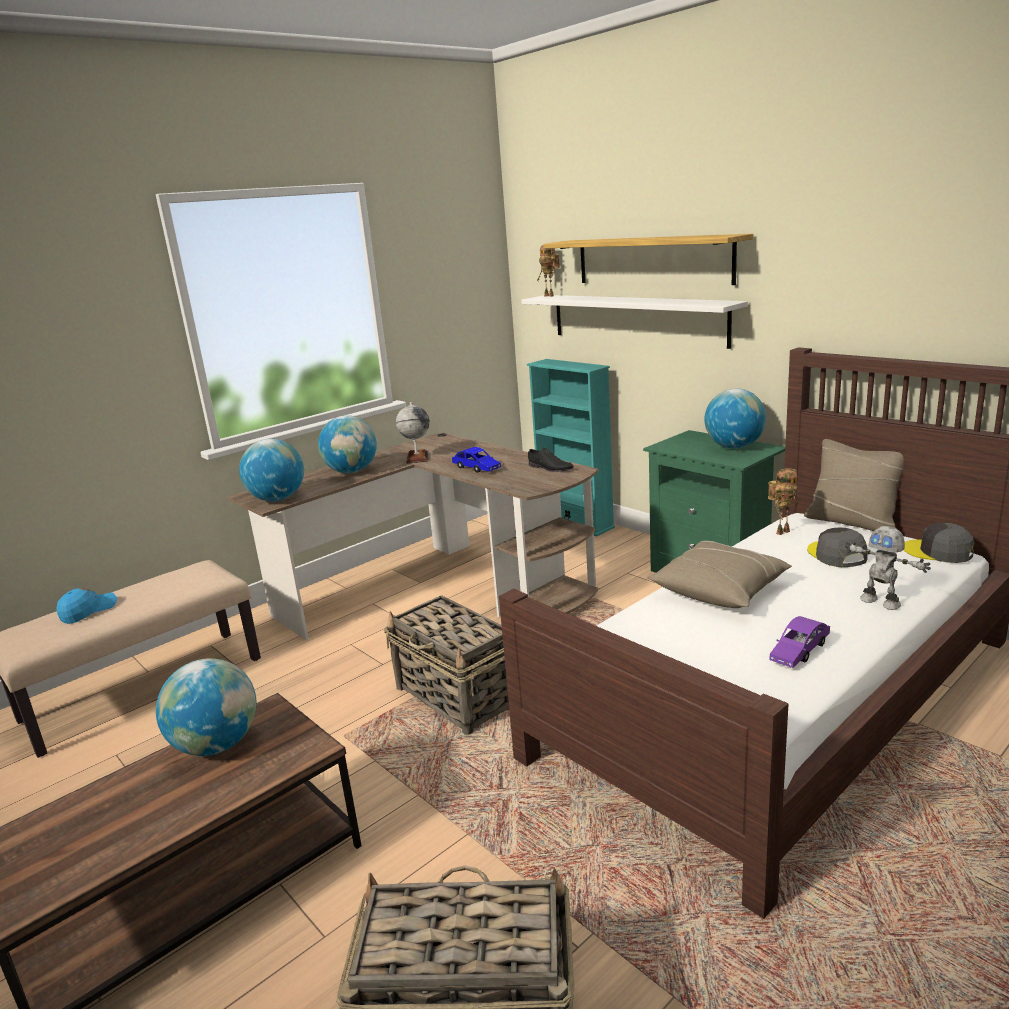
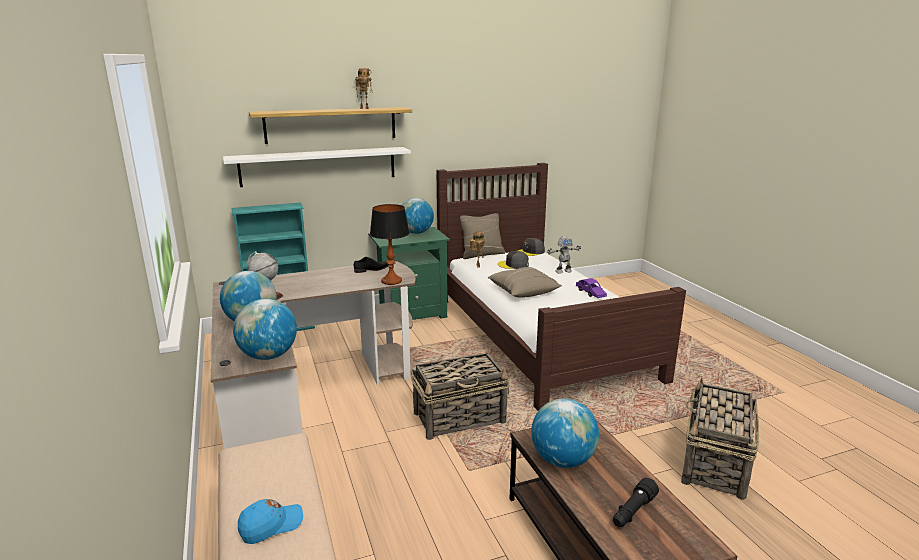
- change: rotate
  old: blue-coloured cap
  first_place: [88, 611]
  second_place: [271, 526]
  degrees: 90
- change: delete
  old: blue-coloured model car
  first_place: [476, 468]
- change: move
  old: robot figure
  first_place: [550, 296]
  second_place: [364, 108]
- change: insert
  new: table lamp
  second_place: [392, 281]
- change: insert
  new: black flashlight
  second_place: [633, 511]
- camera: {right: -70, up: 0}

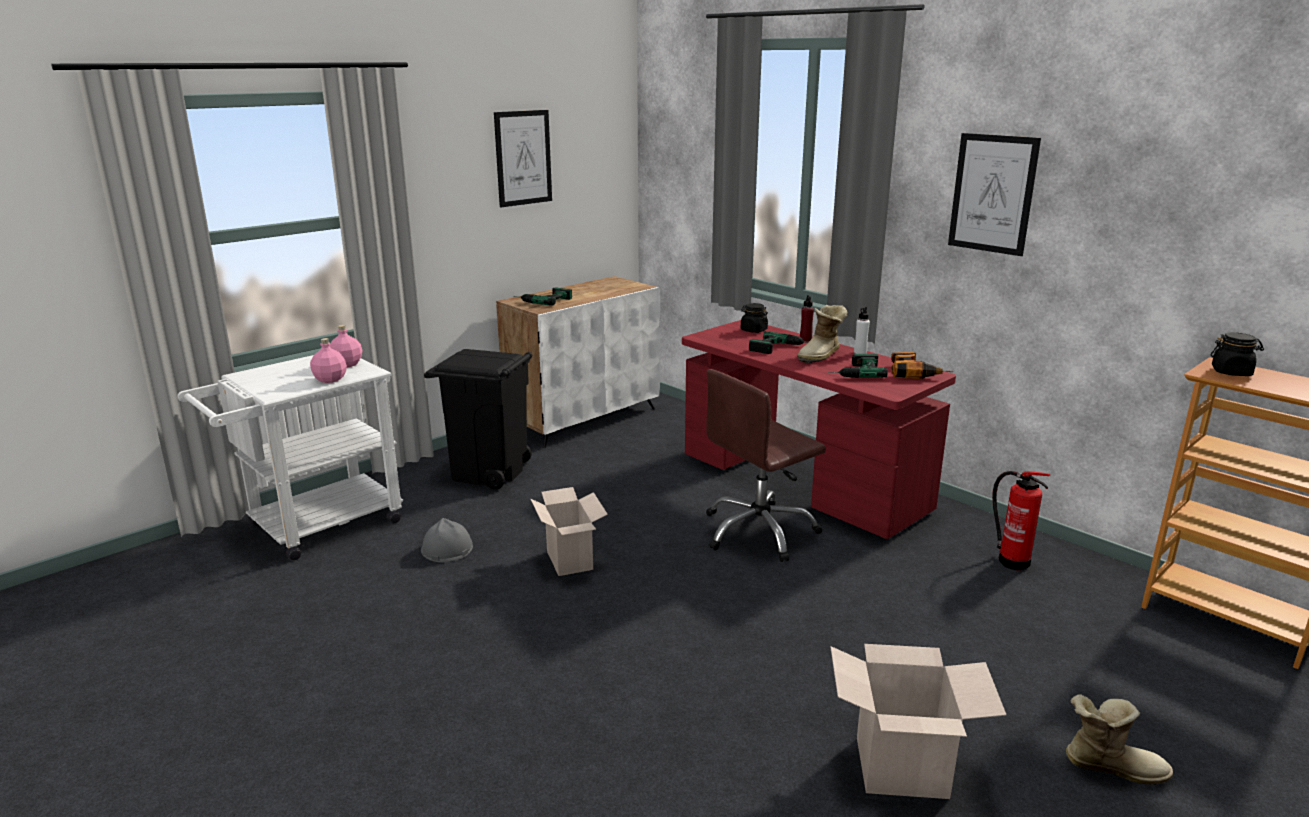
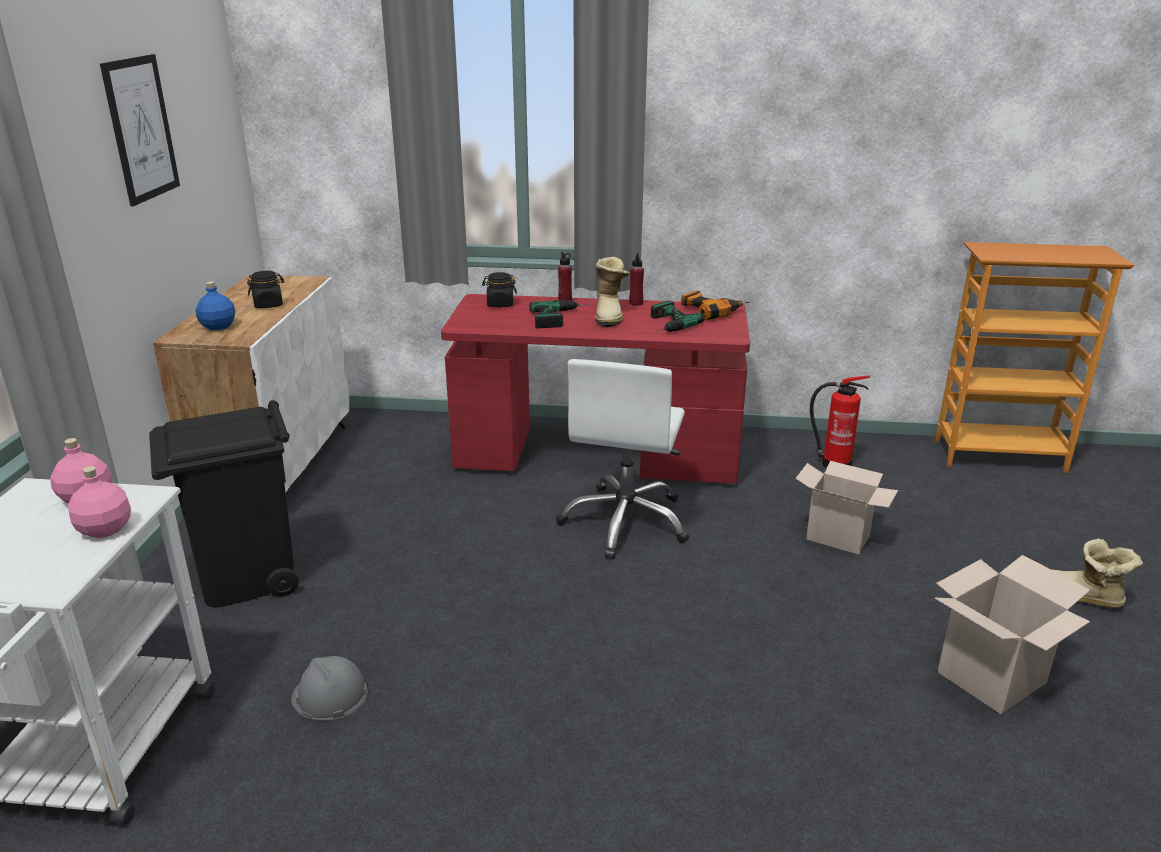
- change: replace
  old: power drill
  new: blue-coloured drink bottle
  first_place: [542, 300]
  second_place: [218, 326]
- change: move
  old: packing box
  first_place: [571, 561]
  second_place: [840, 537]
- change: recolor
  old: brownish office chair
  new: white-coloured office chair
  first_place: [759, 532]
  second_place: [626, 522]
- change: recolor
  old: white-coloured drink bottle
  new: red-coloured drink bottle
  first_place: [860, 353]
  second_place: [636, 303]
- change: delete
  old: wall picture
  first_place: [992, 194]
- change: rotate
  old: tall boot
  first_place: [1111, 765]
  second_place: [1081, 598]
  degrees: -120
- change: move
  old: black storage jar
  first_place: [1231, 372]
  second_place: [268, 305]
- camera: {right: -40, up: 5}

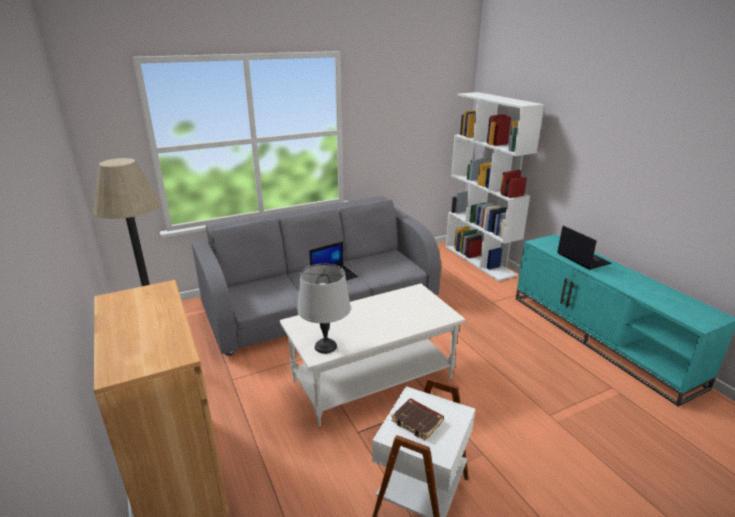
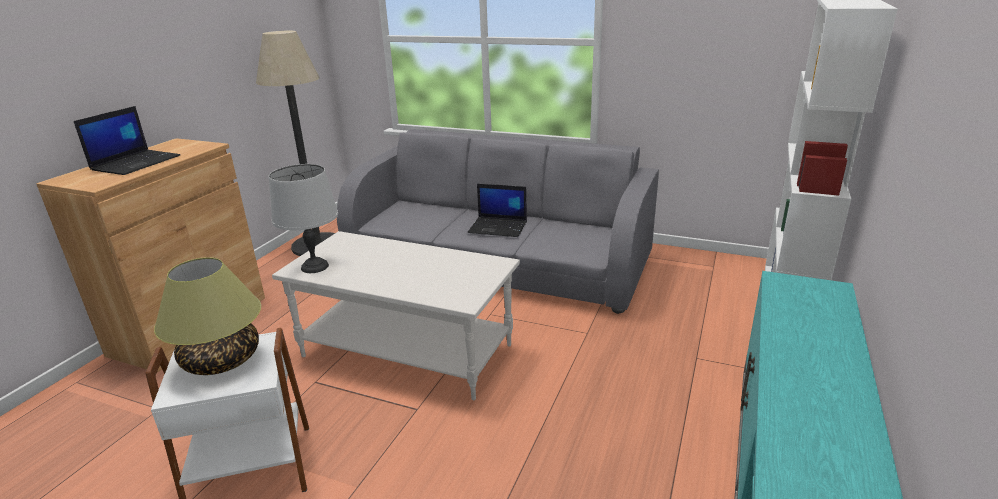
- change: replace
  old: brownish volume
  new: table lamp
  first_place: [418, 421]
  second_place: [222, 360]
- change: move
  old: portable computer
  first_place: [582, 258]
  second_place: [136, 163]
- camera: {right: 50, up: 0}

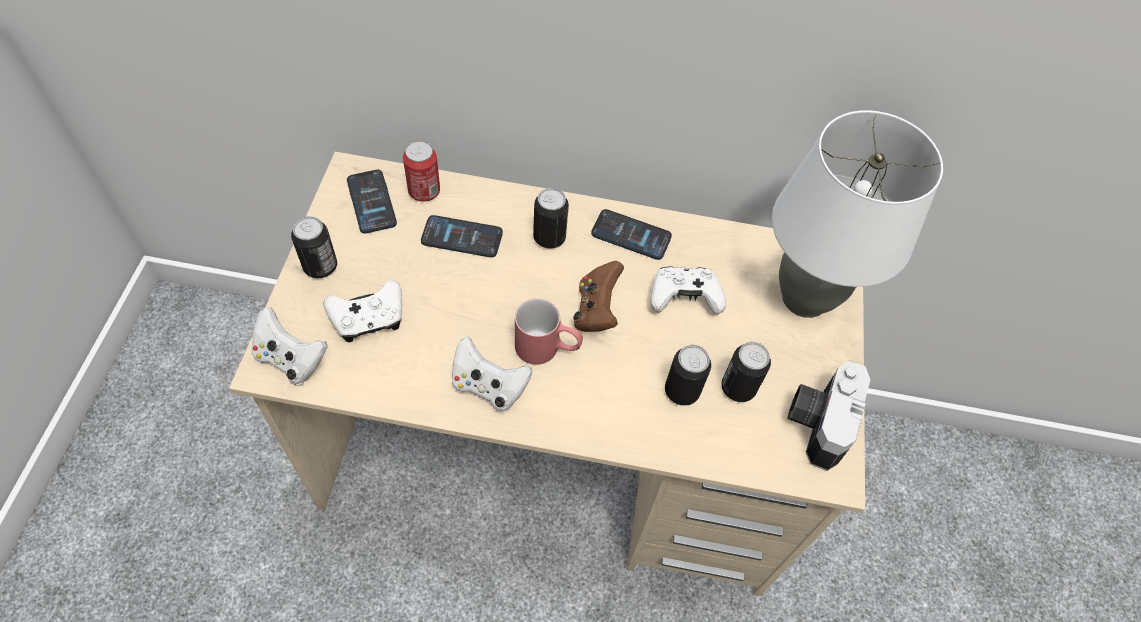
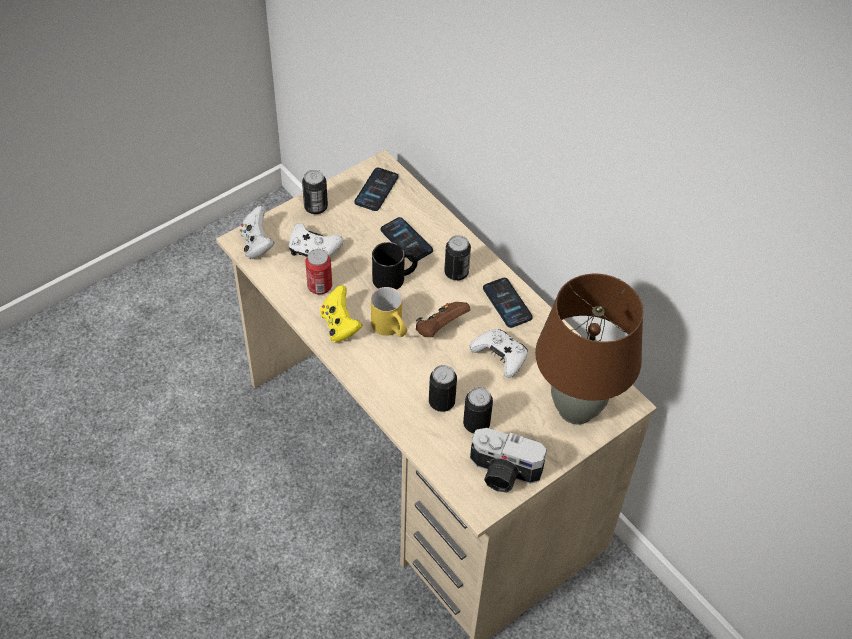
- change: move
  old: can
  first_place: [424, 191]
  second_place: [319, 286]
- change: recolor
  old: white-coloured gamepad
  new: yellow-coloured gamepad
  first_place: [488, 386]
  second_place: [340, 325]
- change: recolor
  old: red-coloured mug
  new: yellow-coloured mug
  first_place: [547, 349]
  second_place: [391, 329]
- change: recolor
  old: white-coloured table lamp
  new: brownish table lamp
  first_place: [805, 298]
  second_place: [576, 409]
- change: rotate
  old: still camera
  first_place: [816, 421]
  second_place: [503, 473]
  degrees: -135
- change: insert
  new: black mug
  second_place: [395, 277]
- camera: {right: 45, up: -5}

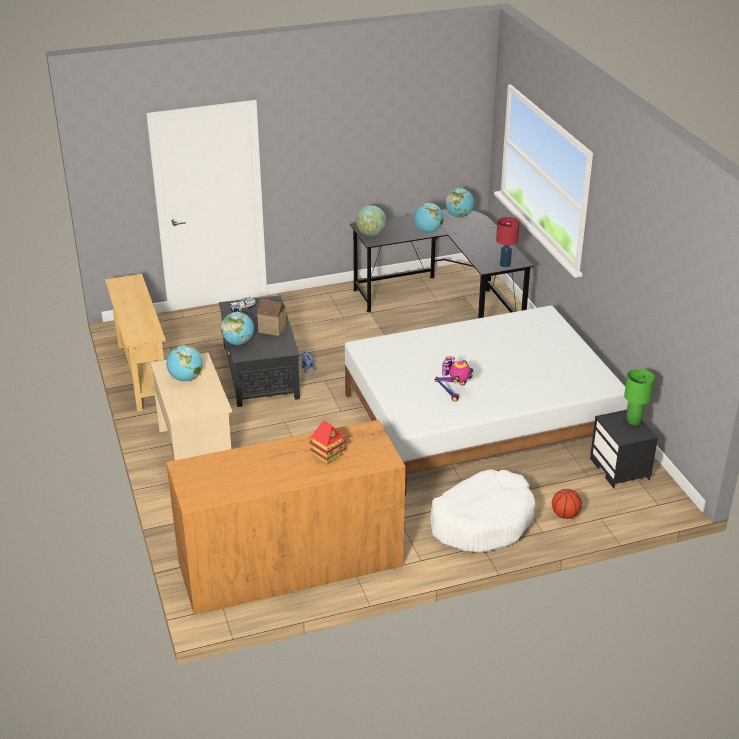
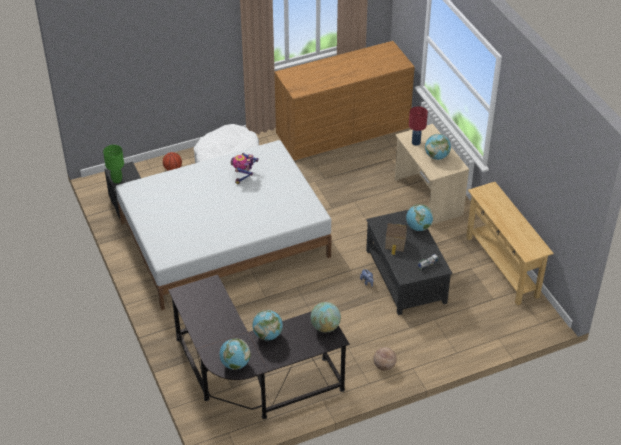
- change: delete
  old: model house
  first_place: [328, 455]
- change: move
  old: red-coloured table lamp
  first_place: [505, 265]
  second_place: [416, 142]
- change: insert
  new: basketball
  second_place: [384, 366]
- camera: {right: 175, up: 10}

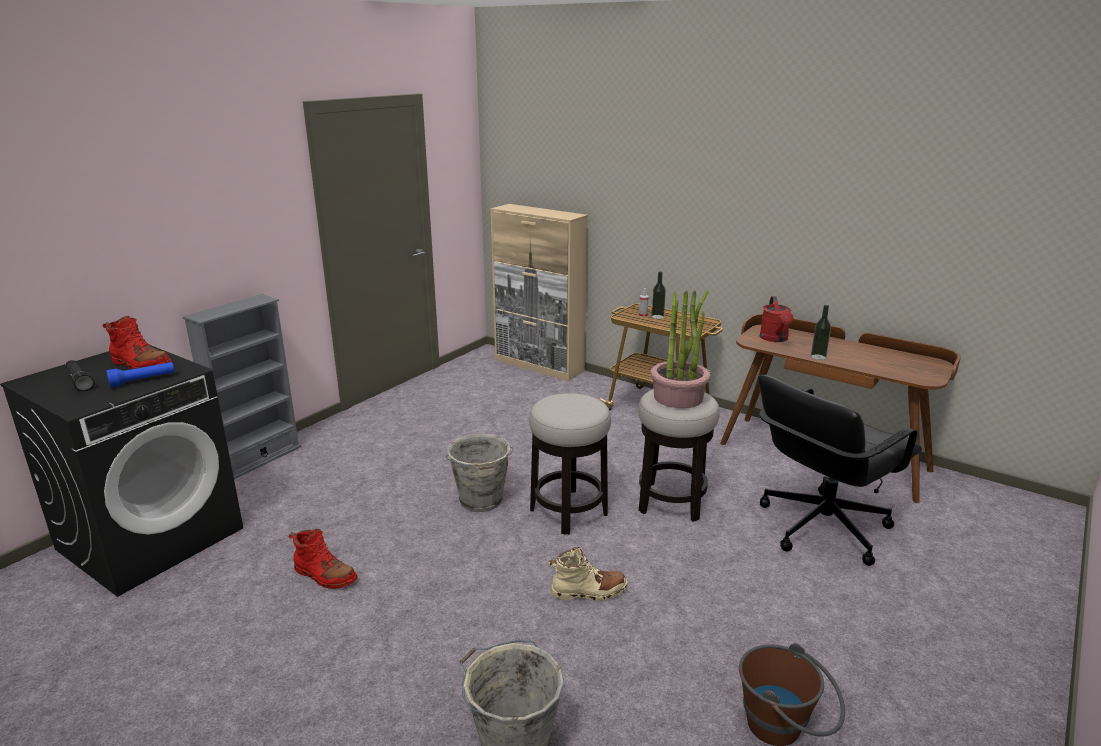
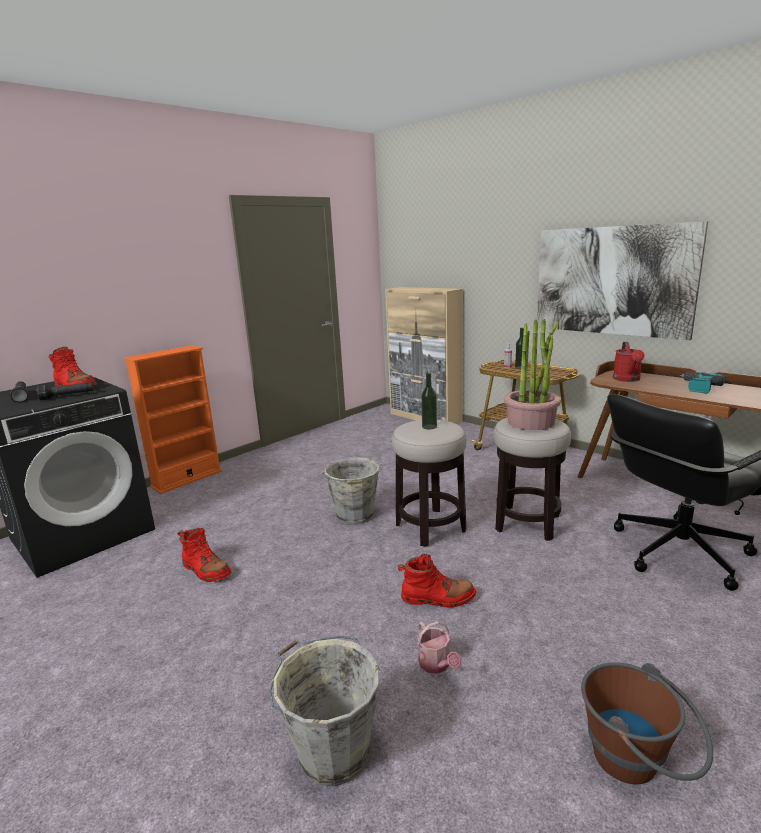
- change: recolor
  old: blue-coloured flashlight
  new: black flashlight
  first_place: [143, 381]
  second_place: [68, 396]
- change: recolor
  old: gray bookcase
  new: orange bookcase
  first_place: [259, 459]
  second_place: [187, 479]
- change: recolor
  old: beige tall boot
  new: red-coloured tall boot
  first_place: [589, 592]
  second_place: [438, 598]
- change: move
  old: drink bottle
  first_place: [818, 357]
  second_place: [429, 427]
- change: insert
  new: watering pot
  second_place: [436, 665]
- change: insert
  new: wall picture
  second_place: [612, 281]
- change: insert
  new: power drill
  second_place: [698, 387]
- camera: {right: 10, up: -5}

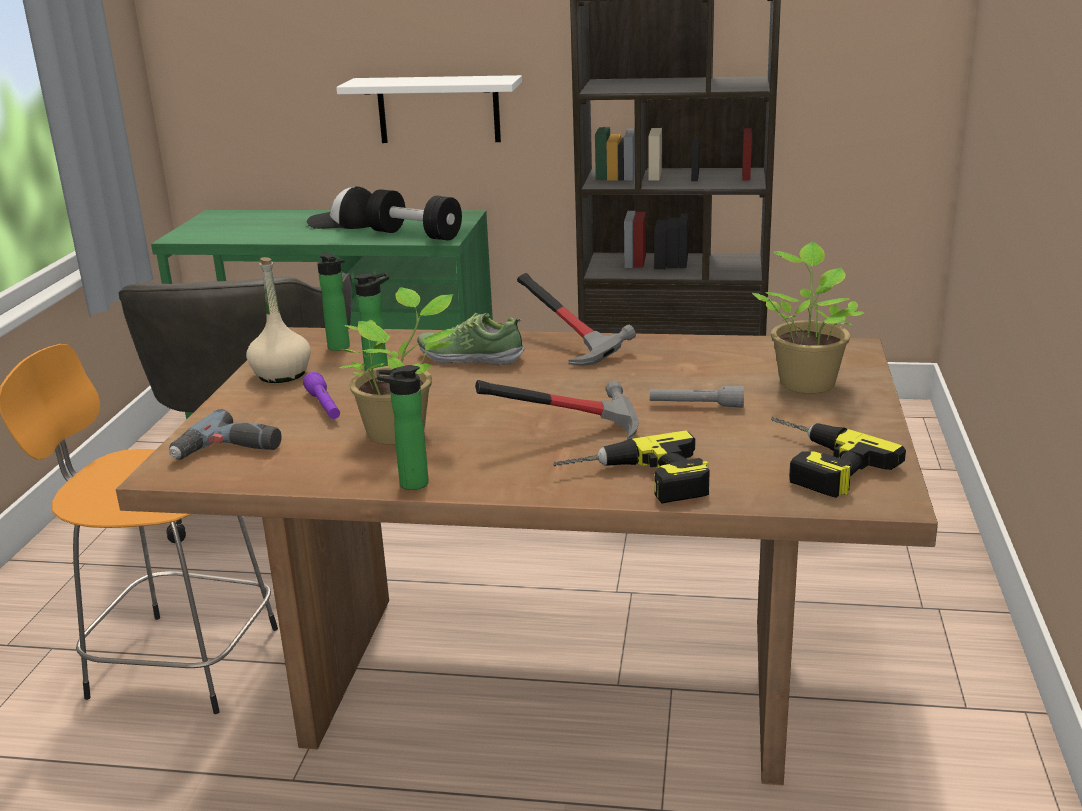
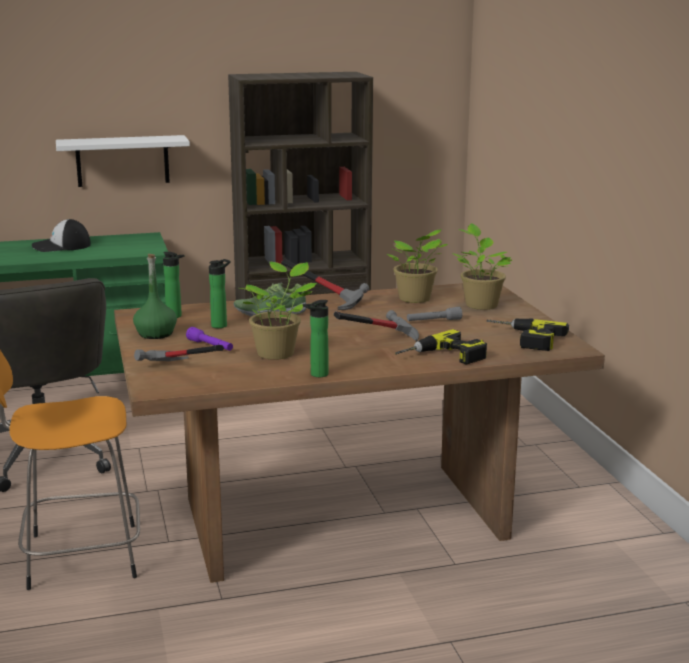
- change: replace
  old: power drill
  new: hammer
  first_place: [228, 451]
  second_place: [180, 374]
- change: recolor
  old: beige drink bottle
  new: greenish drink bottle
  first_place: [282, 374]
  second_place: [156, 334]
- change: delete
  old: black free weight
  first_place: [415, 235]
- change: insert
  new: houseplant
  second_place: [415, 299]
- camera: {right: -25, up: -5}

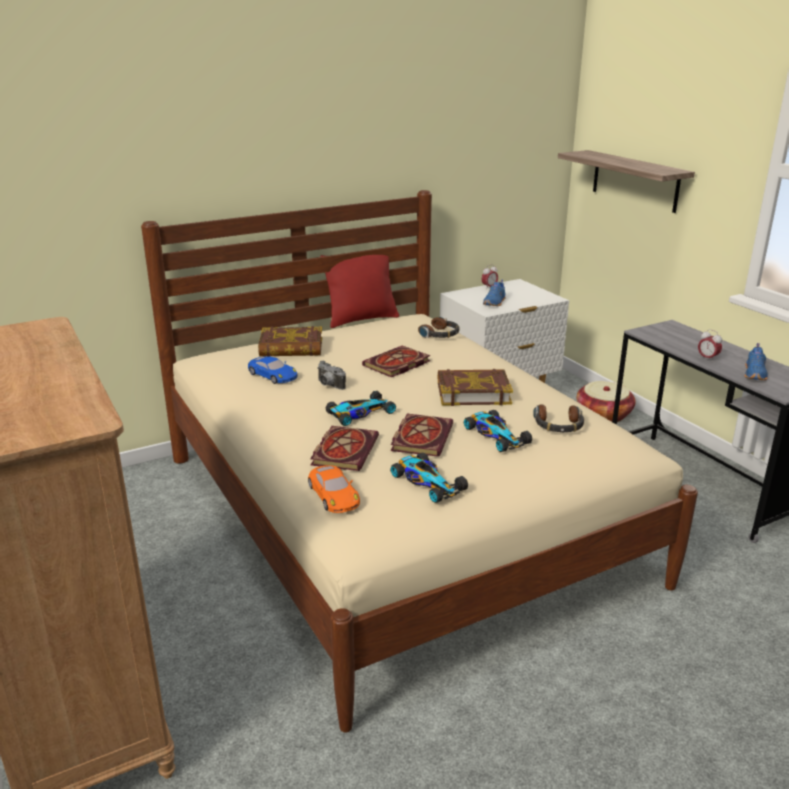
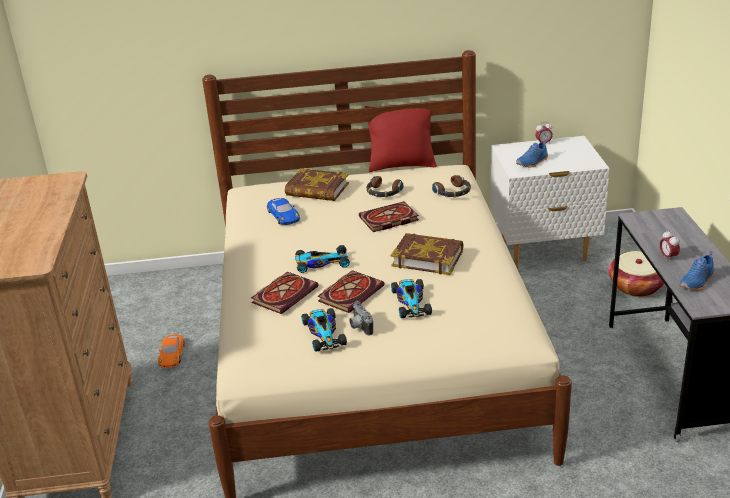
- change: move
  old: orange model car
  first_place: [333, 495]
  second_place: [172, 354]
- change: move
  old: still camera
  first_place: [328, 385]
  second_place: [359, 327]
- change: move
  old: pair of headphones
  first_place: [558, 425]
  second_place: [383, 192]
- change: delete
  old: bracket shelf
  first_place: [635, 181]
- camera: {right: 25, up: 5}

